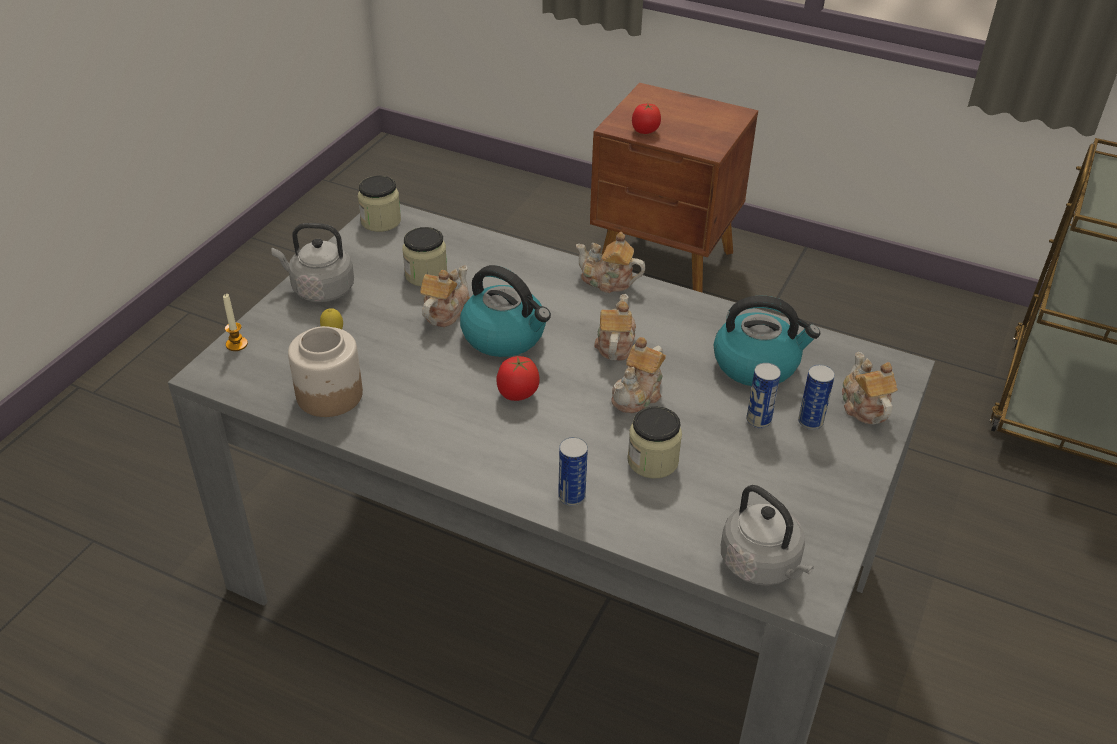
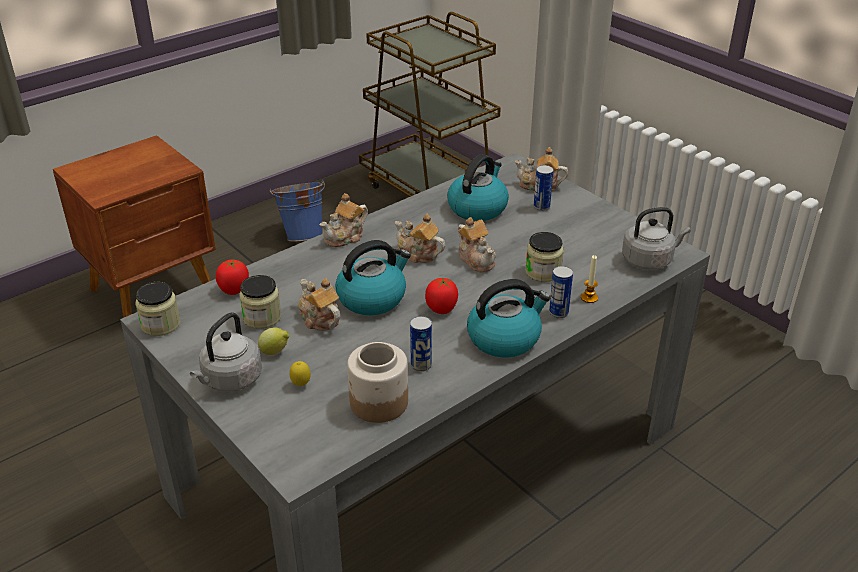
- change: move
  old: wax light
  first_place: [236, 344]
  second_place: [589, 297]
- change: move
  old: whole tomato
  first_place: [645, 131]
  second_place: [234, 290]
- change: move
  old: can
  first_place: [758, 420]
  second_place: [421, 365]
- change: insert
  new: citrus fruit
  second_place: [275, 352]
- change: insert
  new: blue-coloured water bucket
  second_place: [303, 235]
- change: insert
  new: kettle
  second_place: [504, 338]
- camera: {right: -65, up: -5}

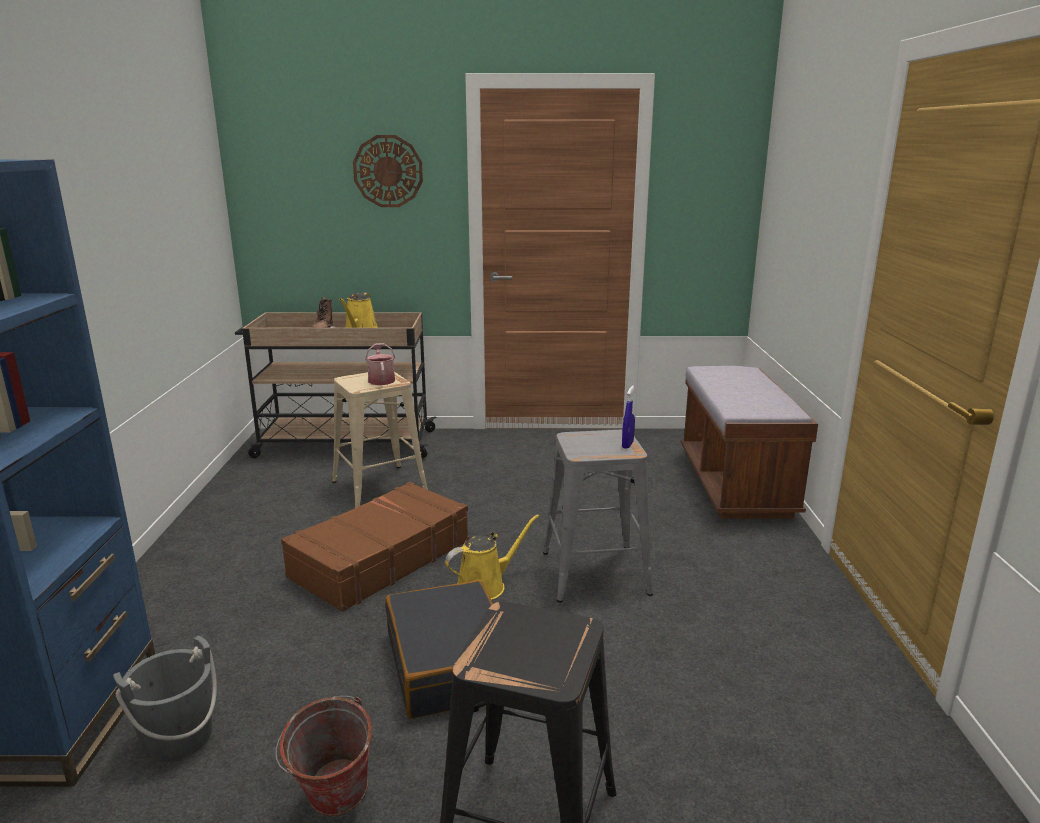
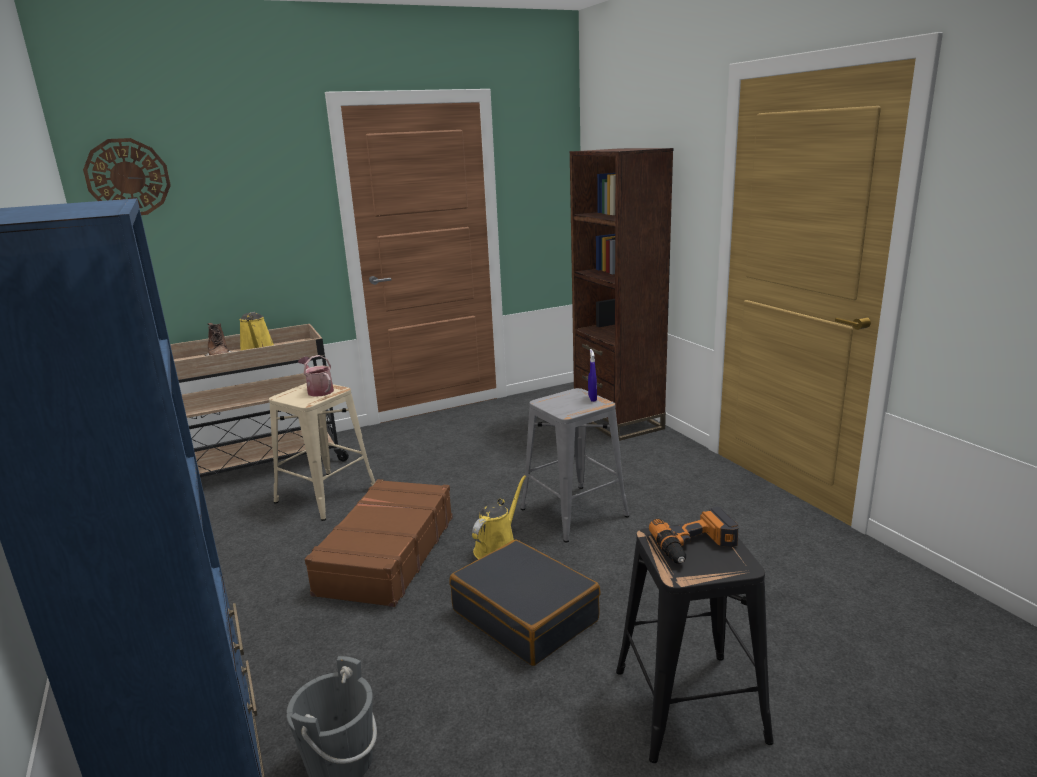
- change: delete
  old: water bucket
  first_place: [332, 805]
- change: move
  old: clock on the wall
  first_place: [388, 171]
  second_place: [128, 177]
- change: replace
  old: brownish long seat
  new: brownish bookcase
  first_place: [735, 484]
  second_place: [617, 421]
- change: insert
  new: power drill
  second_place: [696, 545]
- camera: {right: -25, up: 0}

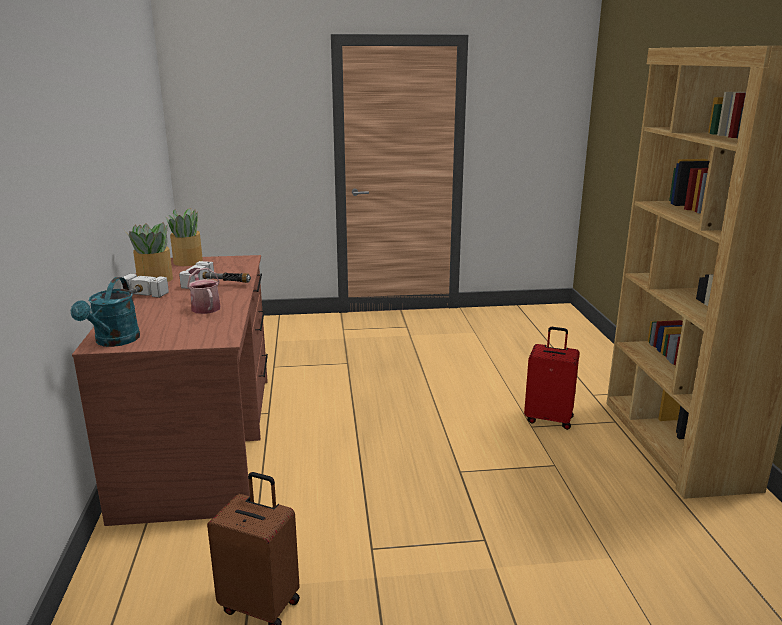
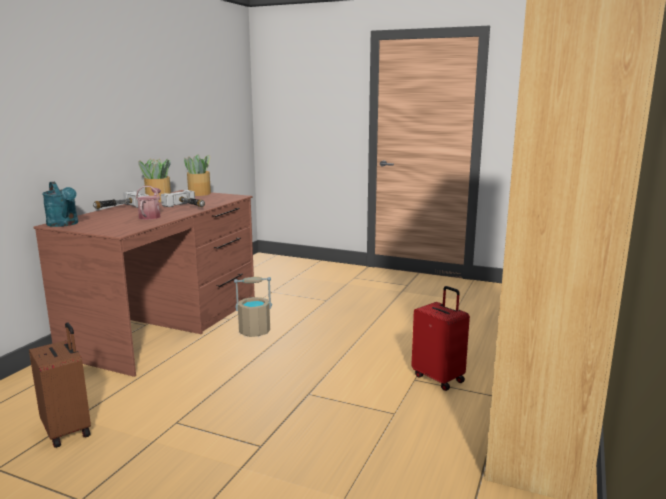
- change: rotate
  old: turquoise watering pot
  first_place: [114, 341]
  second_place: [64, 224]
  degrees: -75
- change: insert
  new: beige water bucket
  second_place: [255, 331]
- camera: {right: 30, up: -5}

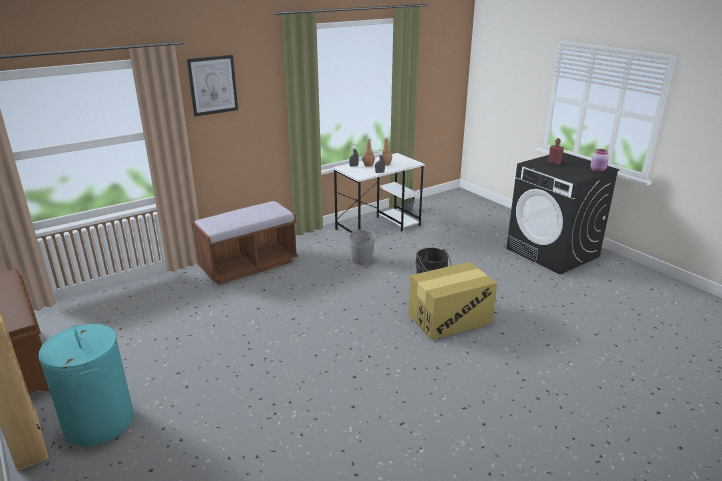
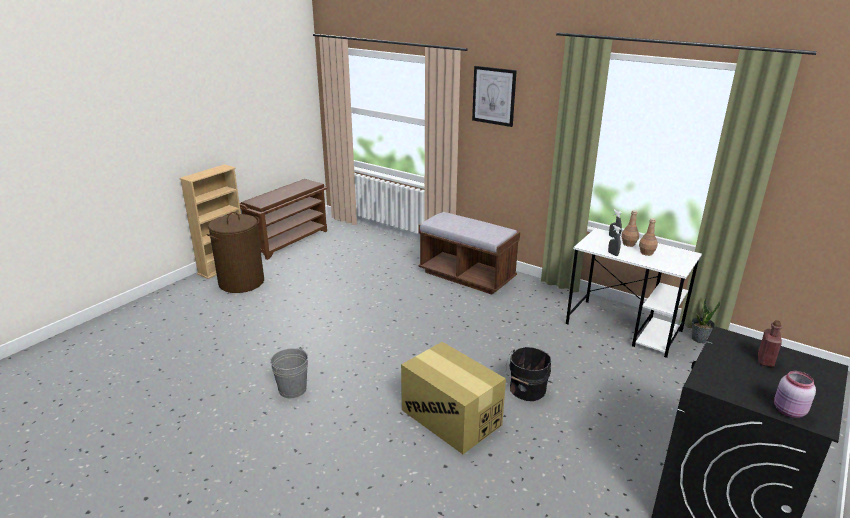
- change: recolor
  old: turquoise washing basket
  new: brownish washing basket
  first_place: [99, 422]
  second_place: [241, 282]
- change: move
  old: gray water bucket
  first_place: [362, 260]
  second_place: [292, 389]
- camera: {right: 70, up: 0}

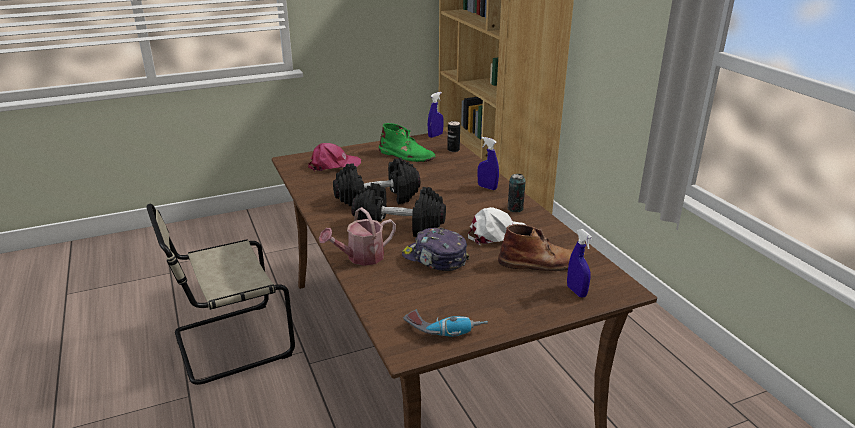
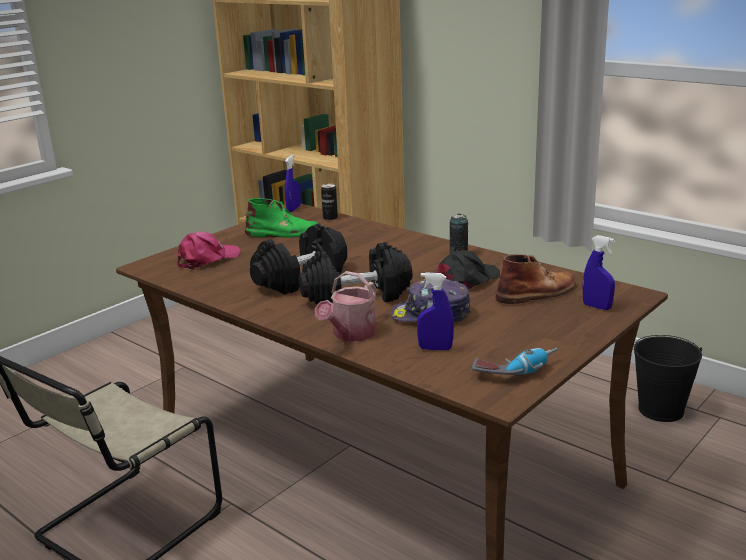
- change: recolor
  old: white-coloured cap
  new: black cap
  first_place: [497, 234]
  second_place: [467, 280]
- change: move
  old: blue-coloured hand sprayer
  first_place: [487, 187]
  second_place: [435, 349]
- change: insert
  new: black water bucket
  second_place: [661, 410]
- camera: {right: -25, up: -5}

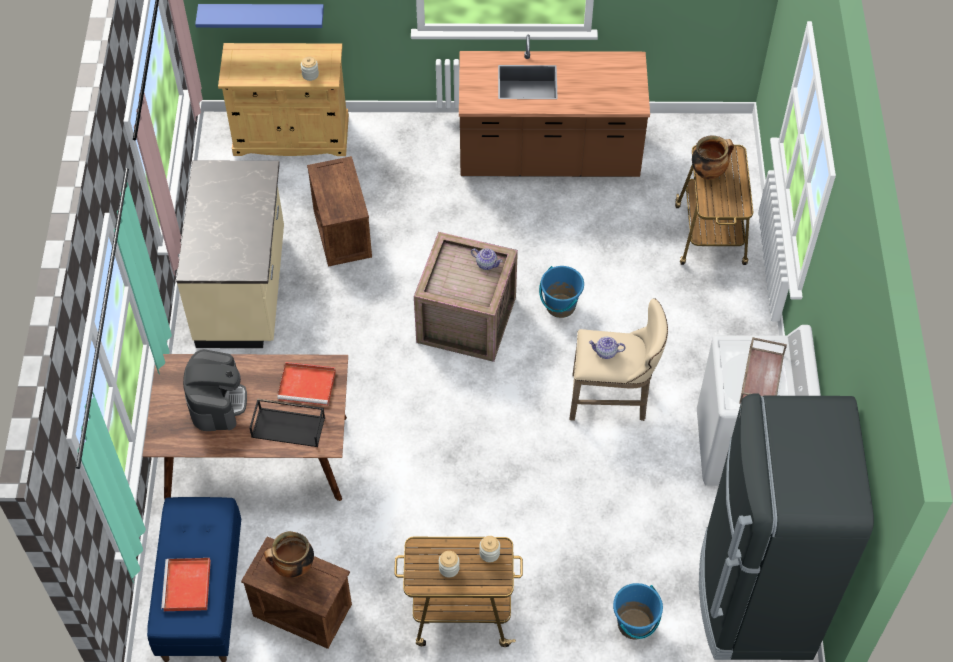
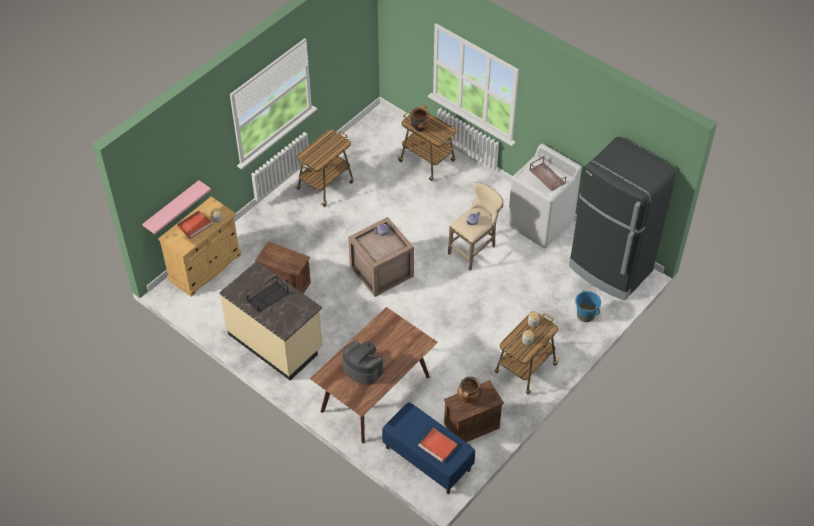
- change: recolor
  old: blue-coloured bracket shelf
  new: pink-coloured bracket shelf
  first_place: [262, 15]
  second_place: [172, 208]
- change: move
  old: black carrying tray
  first_place: [289, 427]
  second_place: [268, 296]
- change: move
  old: red-coloured carrying tray
  first_place: [308, 385]
  second_place: [195, 225]
- change: replace
  old: brownish kitchen base unit
  new: trolley
  first_place: [549, 158]
  second_place: [326, 185]
- change: delete
  old: blue-coloured water bucket
  first_place: [560, 306]
- camera: {right: -50, up: -5}

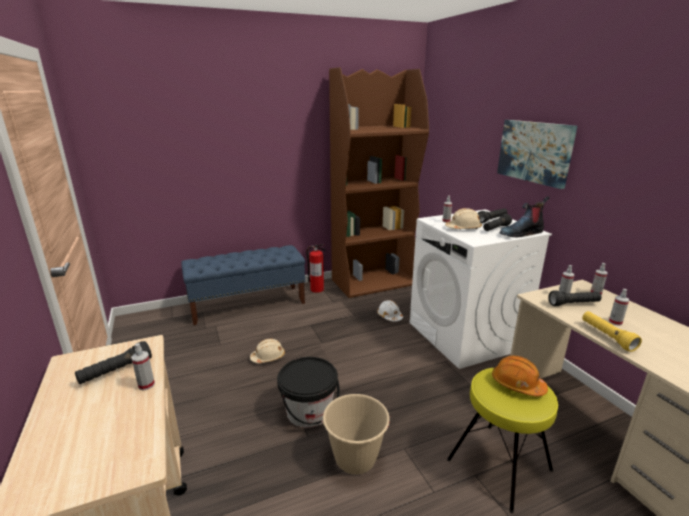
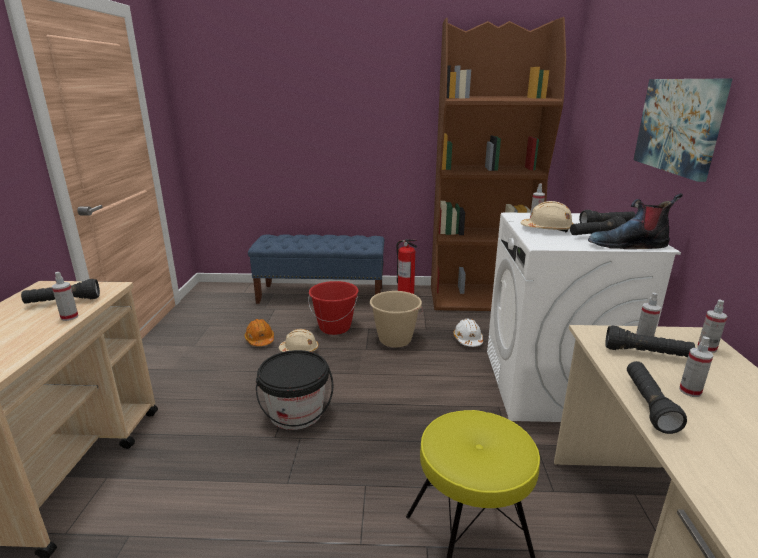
- change: move
  old: beige water bucket
  first_place: [355, 458]
  second_place: [395, 340]
- change: move
  old: orange work helmet
  first_place: [517, 384]
  second_place: [260, 340]
- change: recolor
  old: yellow-coloured flashlight
  new: black flashlight
  first_place: [606, 336]
  second_place: [648, 405]
- change: insert
  new: red-coloured water bucket
  second_place: [335, 327]
- camera: {right: 25, up: 0}

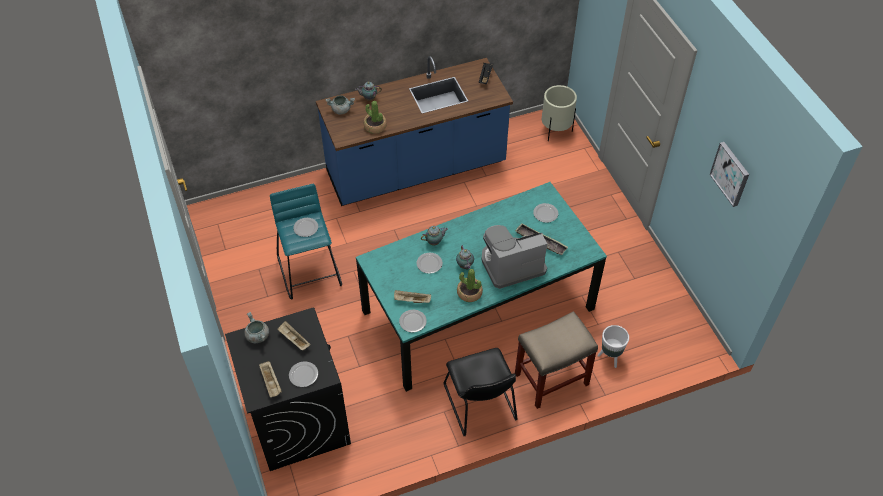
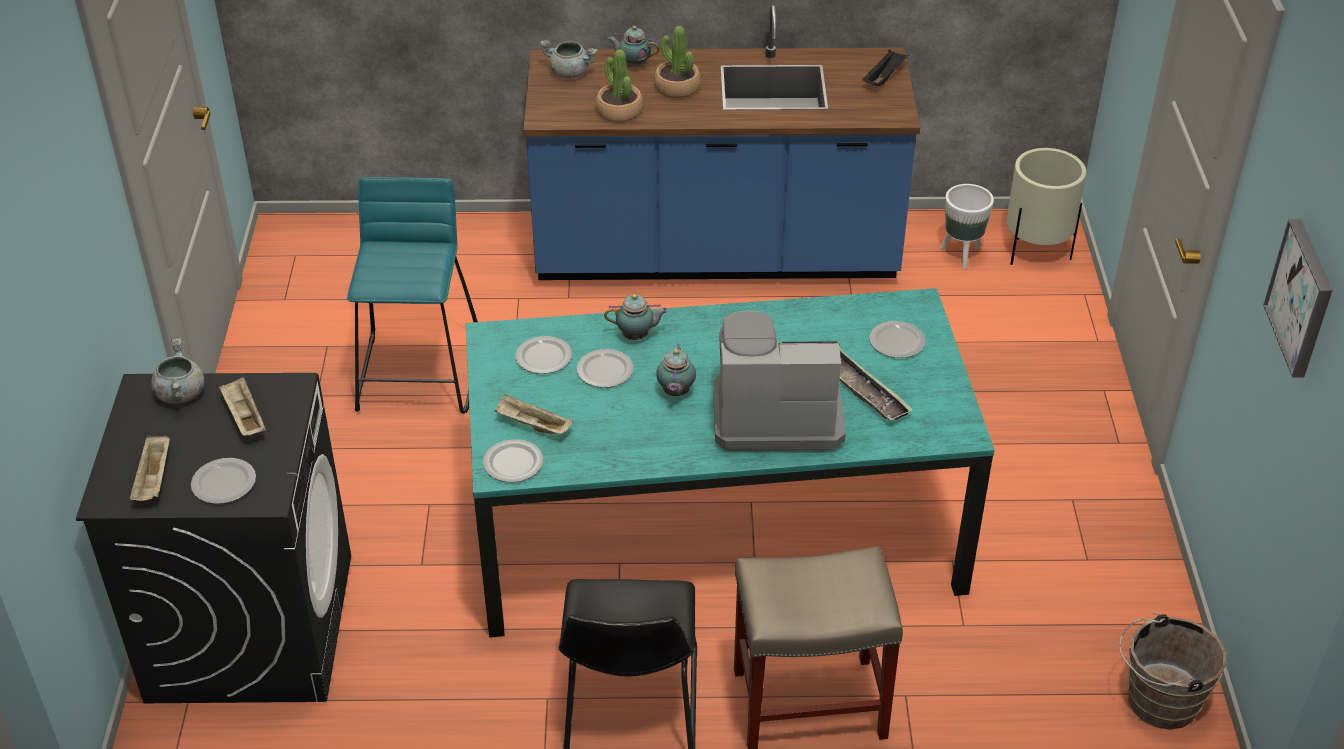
- change: move
  old: plate
  first_place: [305, 228]
  second_place: [543, 357]
- change: move
  old: houseplant
  first_place: [469, 293]
  second_place: [677, 88]
- change: move
  old: white-coloured planter
  first_place: [610, 357]
  second_place: [962, 255]
- change: insert
  new: brownish water bucket
  second_place: [1156, 701]
- camera: {right: 20, up: -10}

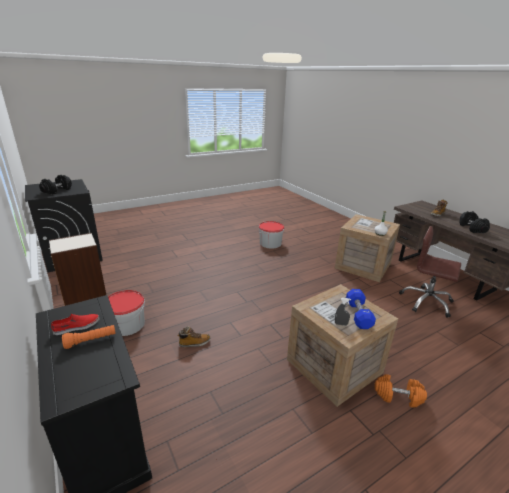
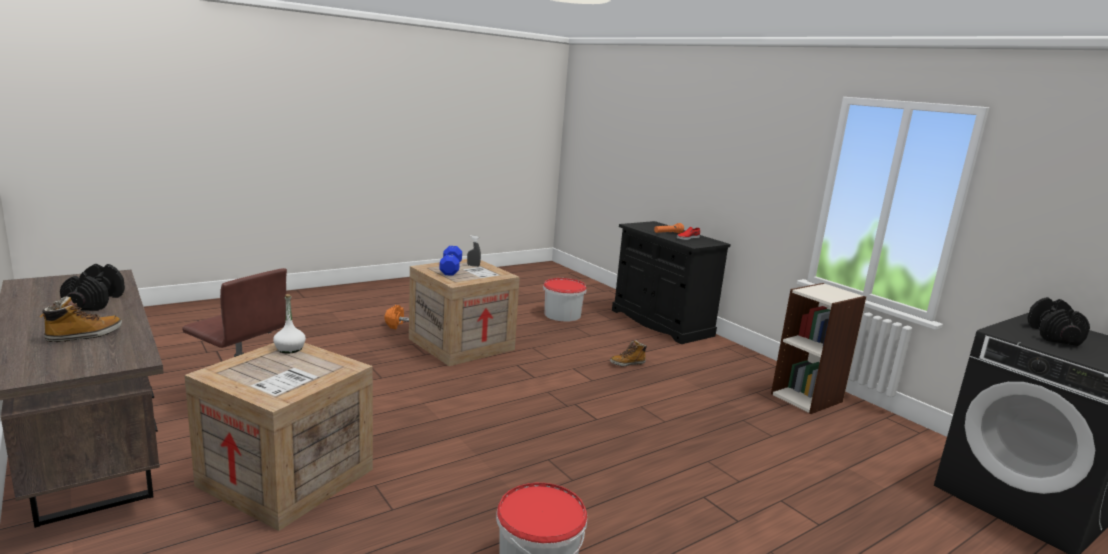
- change: move
  old: water bucket
  first_place: [127, 324]
  second_place: [562, 315]
- camera: {right: 175, up: -10}

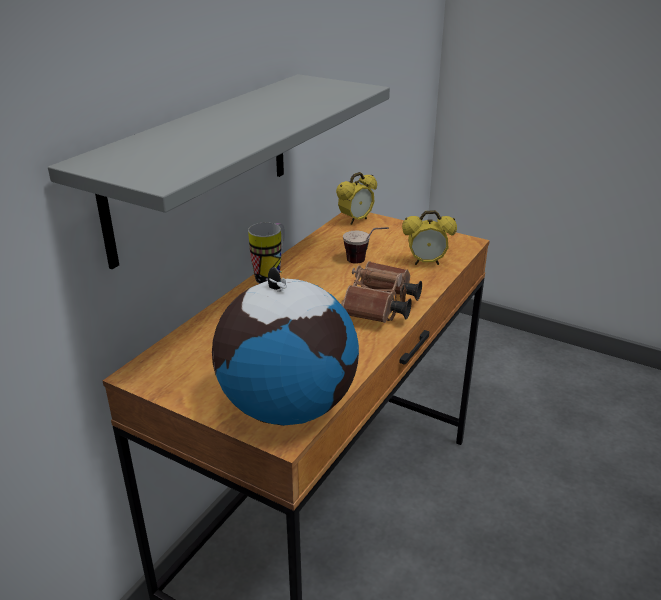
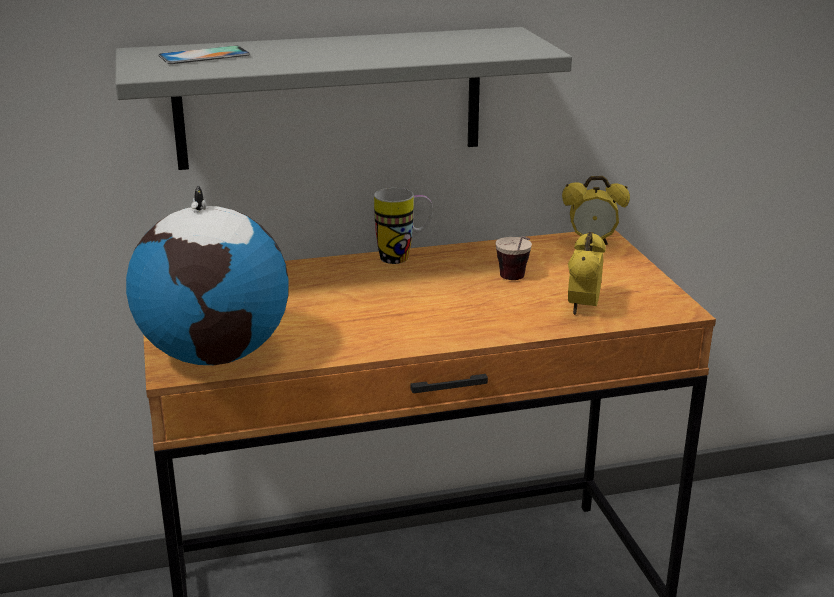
- change: delete
  old: brownish pair of binoculars
  first_place: [380, 309]
- change: rotate
  old: table clock
  first_place: [426, 263]
  second_place: [582, 308]
  degrees: 60
- change: insert
  new: phone
  second_place: [204, 56]
- camera: {right: 45, up: -5}

